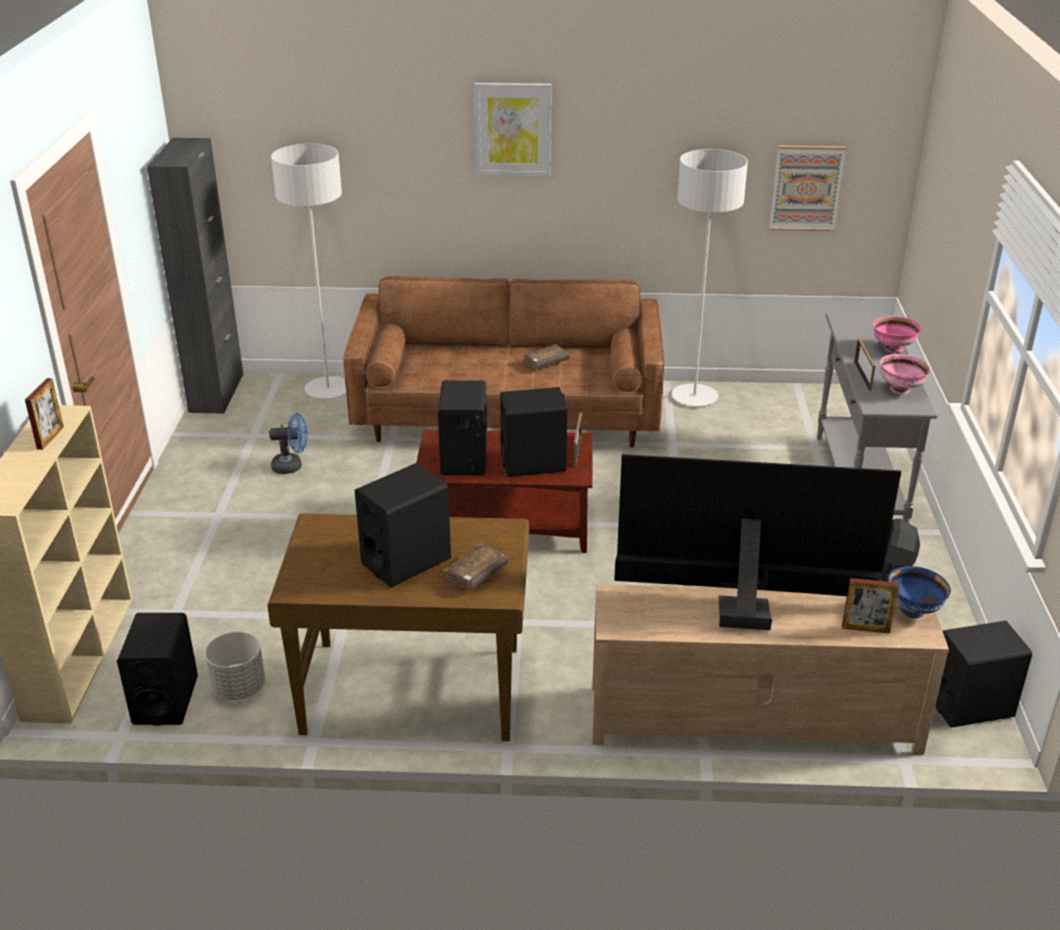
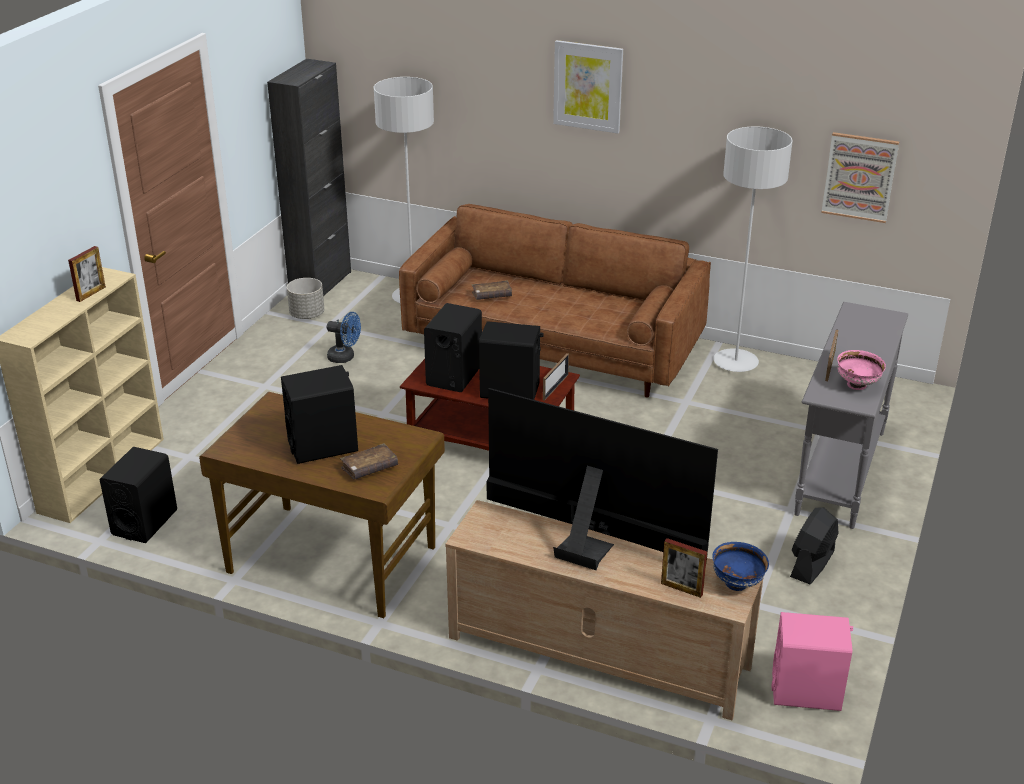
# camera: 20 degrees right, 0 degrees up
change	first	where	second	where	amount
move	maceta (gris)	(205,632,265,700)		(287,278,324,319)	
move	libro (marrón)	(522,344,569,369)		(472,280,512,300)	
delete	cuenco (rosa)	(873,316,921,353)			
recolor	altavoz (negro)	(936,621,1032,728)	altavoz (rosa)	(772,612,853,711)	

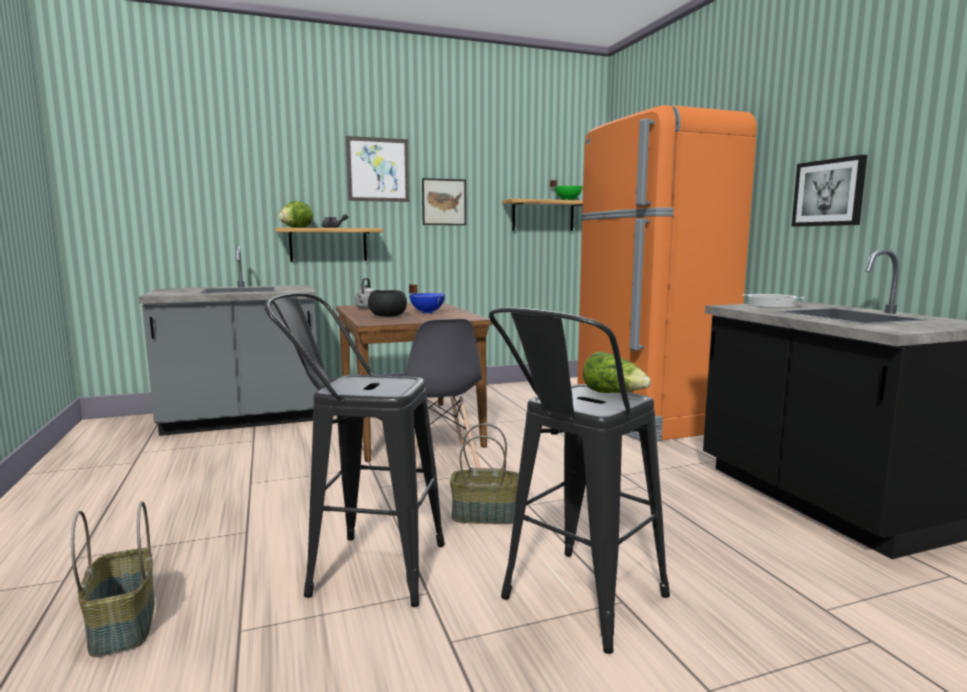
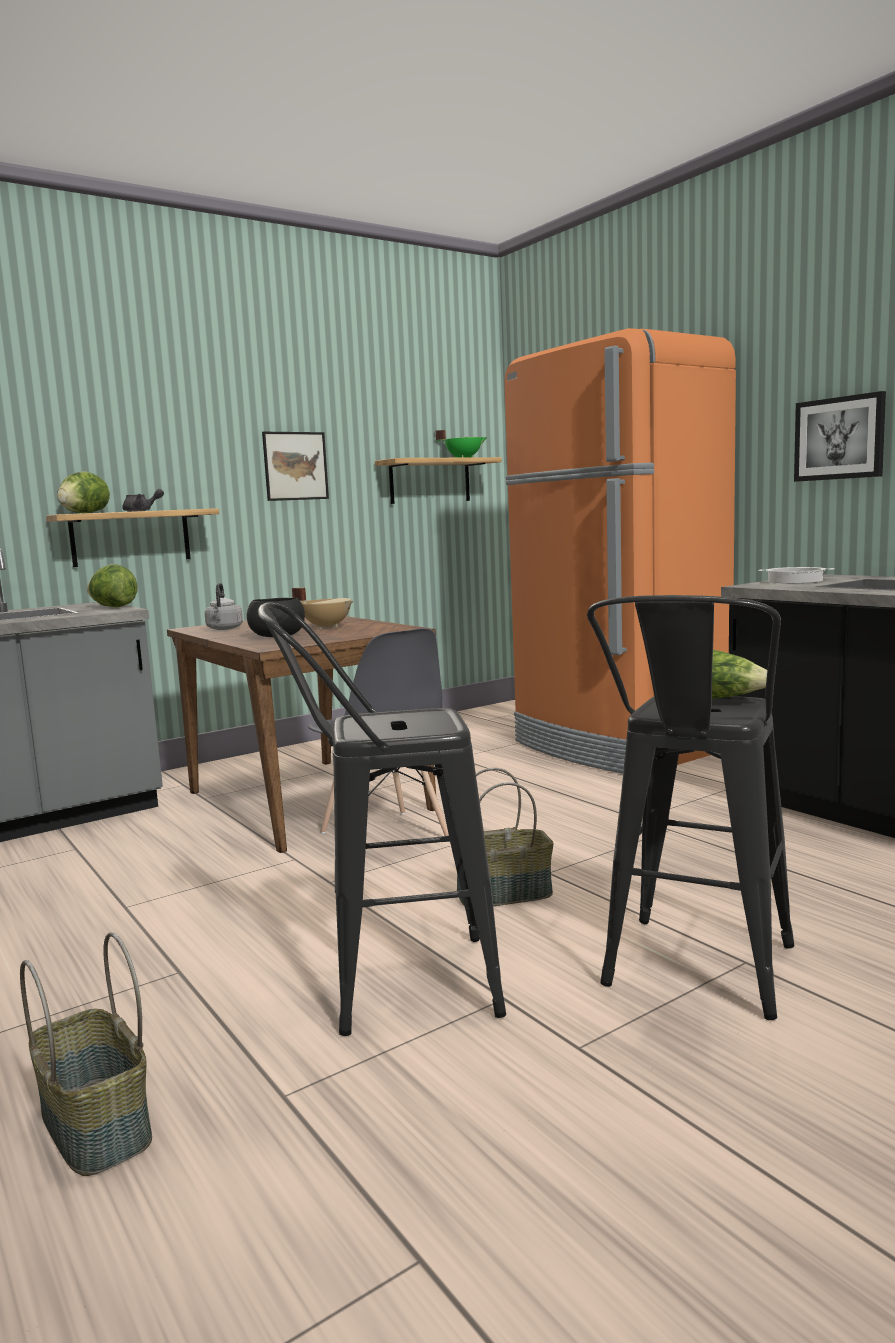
# camera: 15 degrees left, 0 degrees up
change	first	where	second	where	amount
delete	cuadro	(346,136,409,202)			
recolor	olla (azul)	(409,284,445,314)	olla (beis)	(292,588,353,629)	
insert			lechuga	(87,564,138,607)	

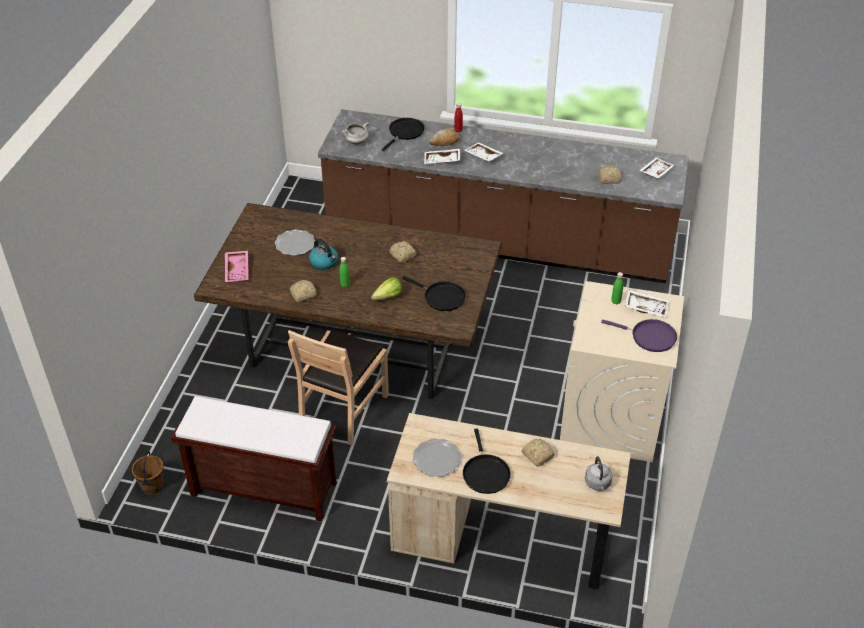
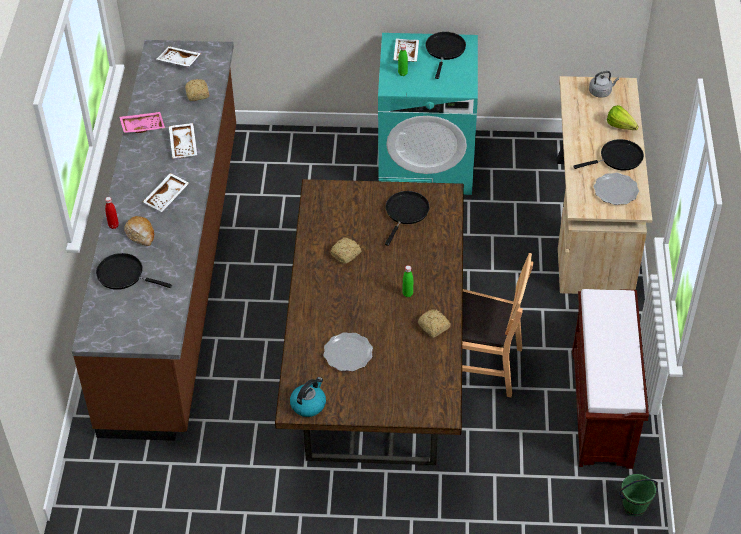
# camera: 100 degrees left, 5 degrees up
change	first	where	second	where	amount
recolor	cubo (marrón)	(132,452,164,495)	cubo (verde)	(619,474,658,517)	
move	bandeja (rosa)	(225,251,249,282)		(119,112,165,133)	
move	hervidor	(309,239,338,270)		(290,377,326,417)	
delete	olla (blanco)	(342,123,369,145)			
move	lechuga	(371,277,402,300)		(607,105,638,130)	
move	bandeja (blanco)	(424,149,460,164)		(169,123,197,159)	
delete	pan	(521,439,554,466)			
recolor	lavadora (beis)	(560,281,684,462)	lavadora (turquesa)	(378,33,478,195)	
recolor	sartén (morado)	(601,319,677,352)	sartén (negro)	(425,32,466,79)	

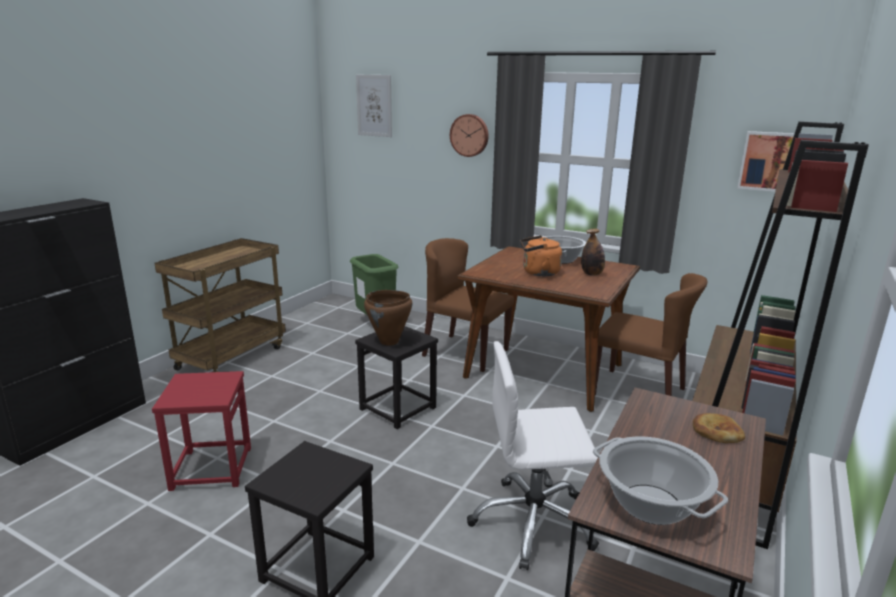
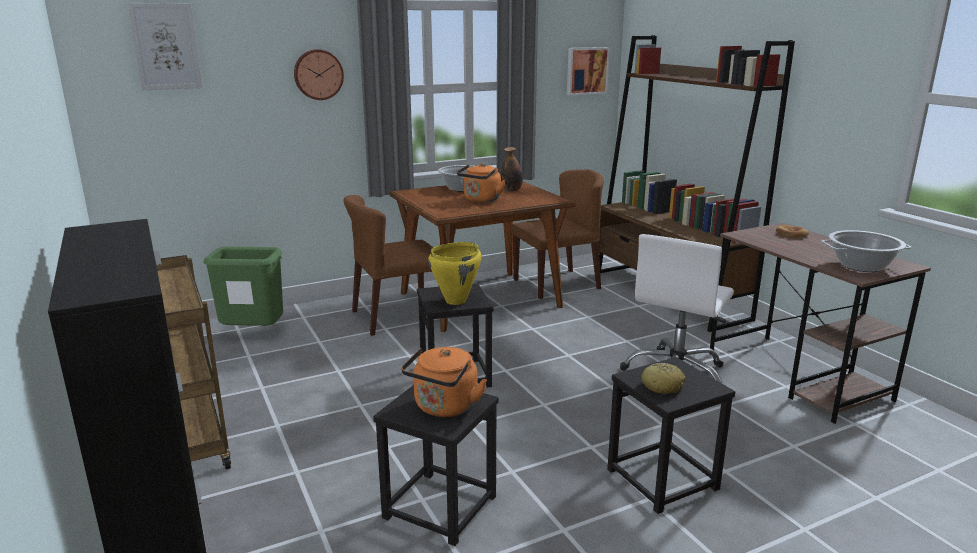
# camera: 55 degrees left, 0 degrees up
change	first	where	second	where	amount
recolor	taburete (rojo)	(152,371,251,491)	taburete (negro)	(373,385,499,546)	
recolor	olla (marrón)	(364,290,412,346)	olla (amarillo)	(428,242,481,305)	
insert			hervidor (naranja)	(401,347,487,417)	
insert			pan	(641,363,686,394)	

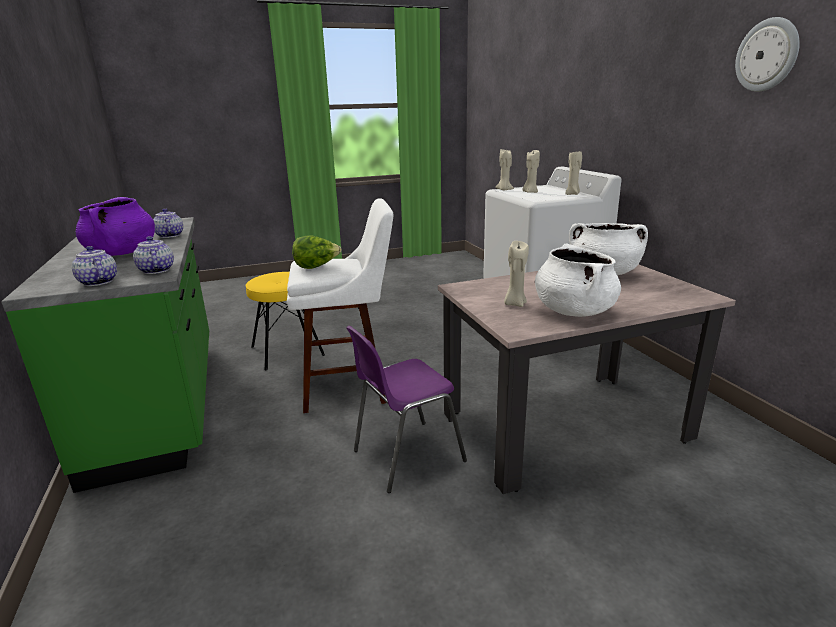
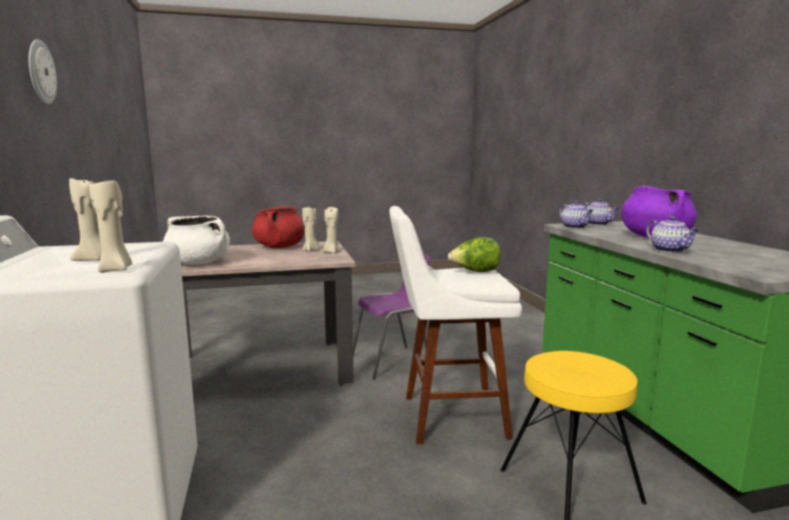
# camera: 175 degrees left, 10 degrees down
change	first	where	second	where	amount
recolor	olla (blanco)	(535,243,621,317)	olla (rojo)	(252,206,305,248)	
move	vela (beis)	(566,151,582,195)		(323,207,341,253)	

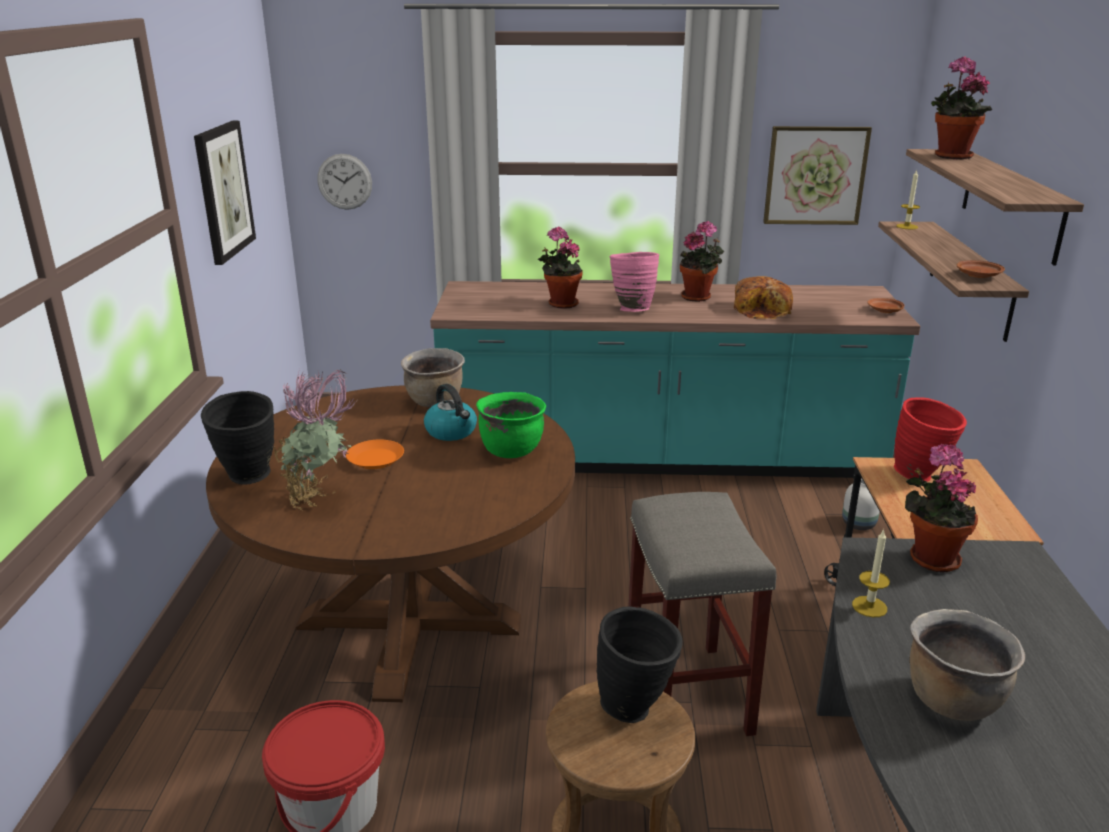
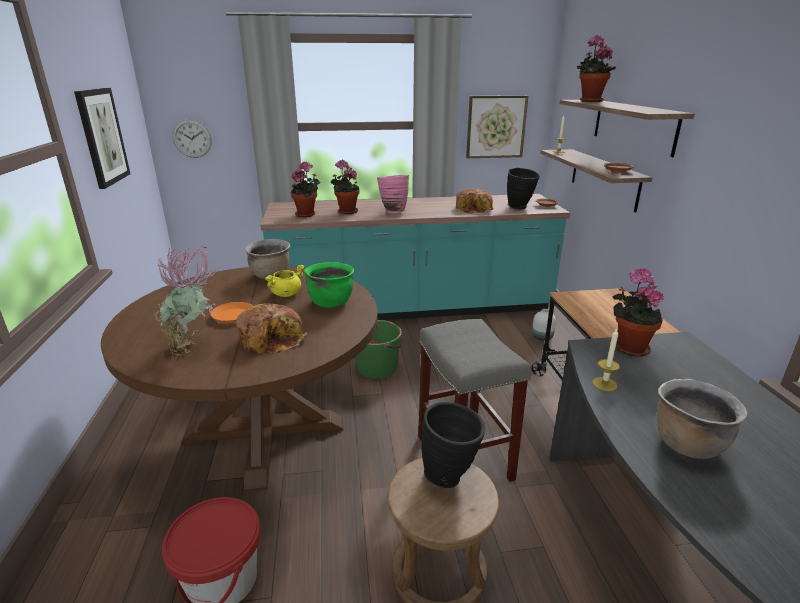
# camera: 10 degrees left, 0 degrees up
change	first	where	second	where	amount
move	florero (negro)	(201,391,274,485)		(507,168,540,210)	
replace	hervidor	(424,384,477,441)	olla (amarillo)	(265,265,305,297)	
move	planta en maceta	(680,221,724,302)		(291,161,320,217)	
delete	florero (rojo)	(894,397,967,482)			
insert			pan	(236,303,308,355)	
insert			cubo (verde)	(355,320,403,379)	

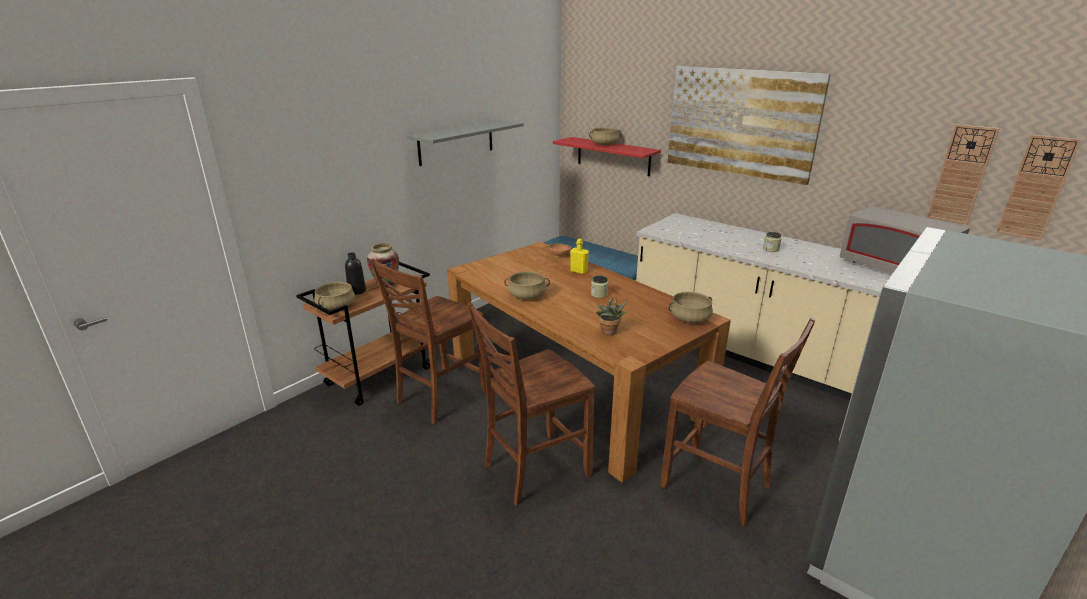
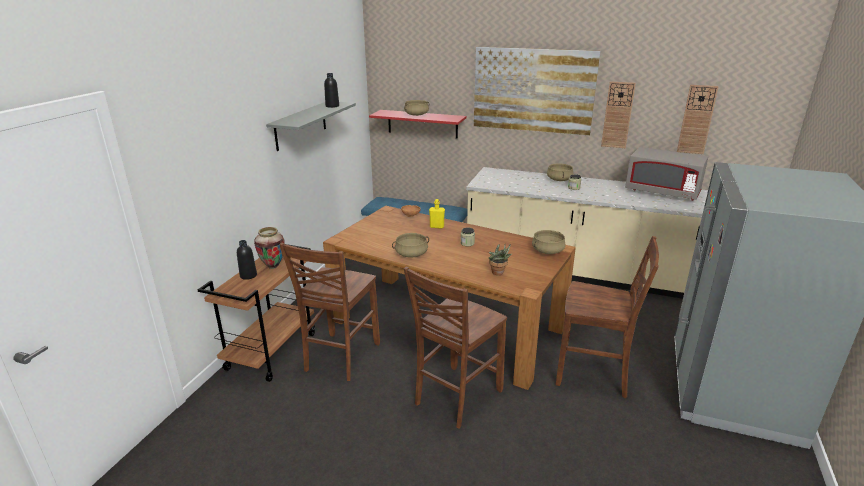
# camera: 20 degrees left, 0 degrees up
change	first	where	second	where	amount
move	olla (beis)	(314,282,355,310)		(547,163,574,181)	
move	reloj de pared	(996,135,1081,241)		(601,81,636,148)	
insert			botella (negro)	(324,73,339,108)	

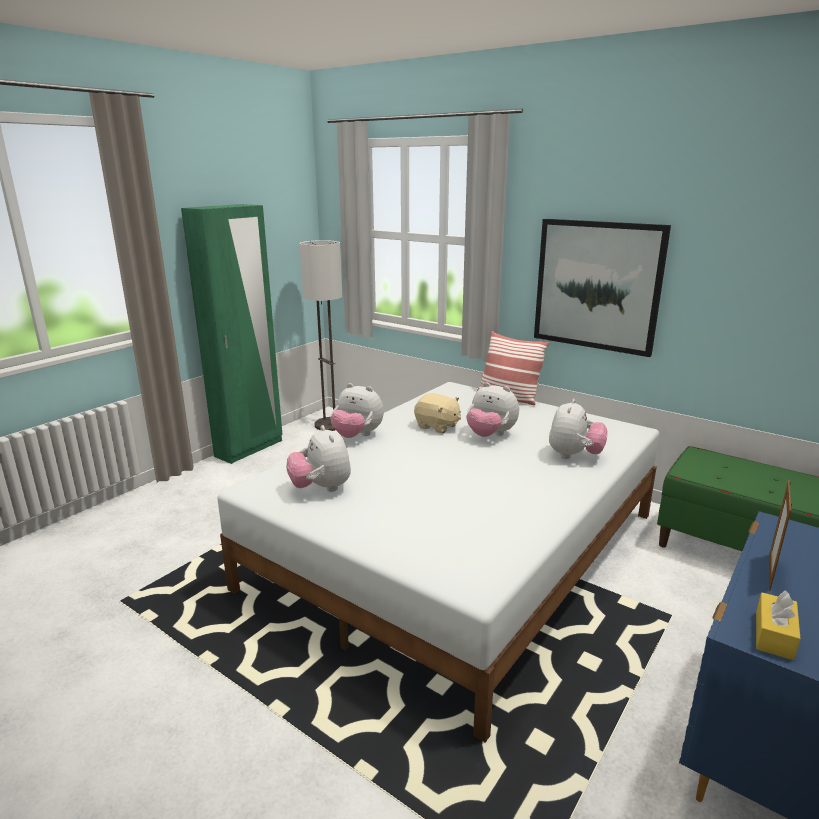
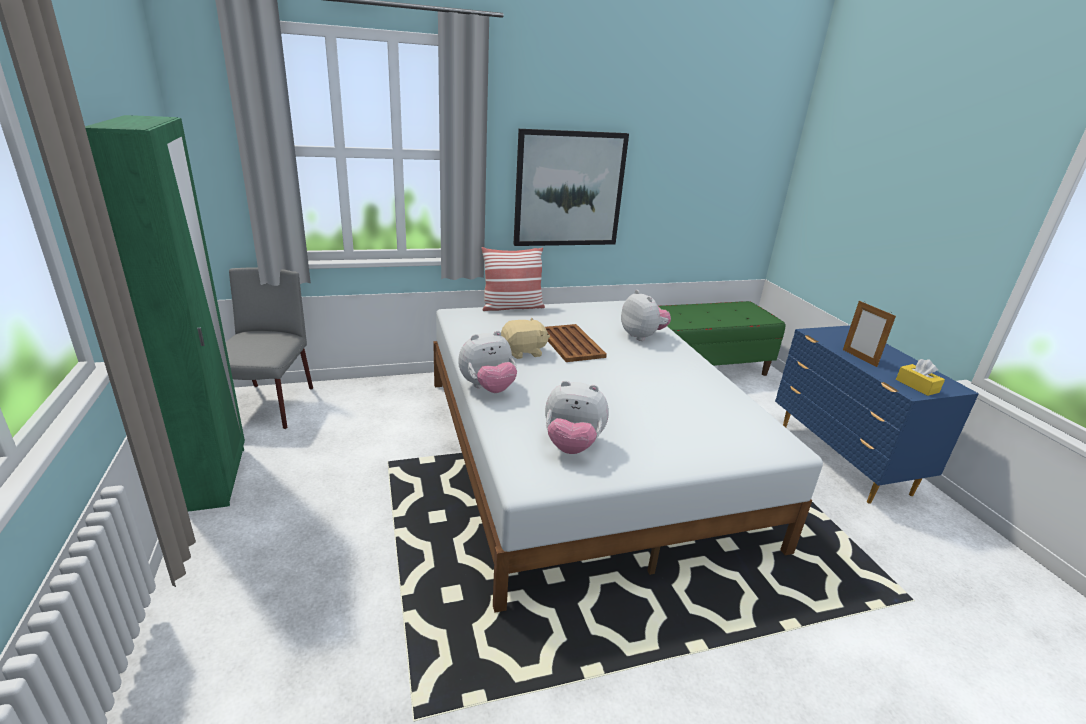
# camera: 55 degrees left, 5 degrees up
change	first	where	second	where	amount
replace	lámpara de pie	(299,240,342,431)	silla (gris)	(225,267,313,429)	
replace	peluche	(466,382,519,437)	bandeja (marrón)	(545,324,607,362)	

